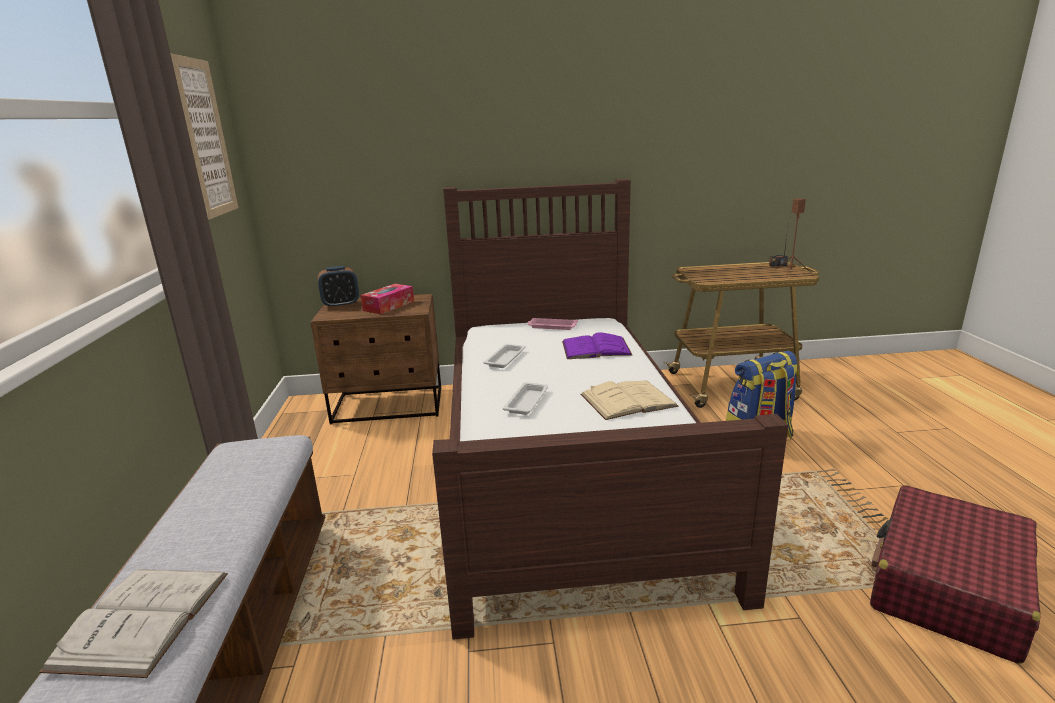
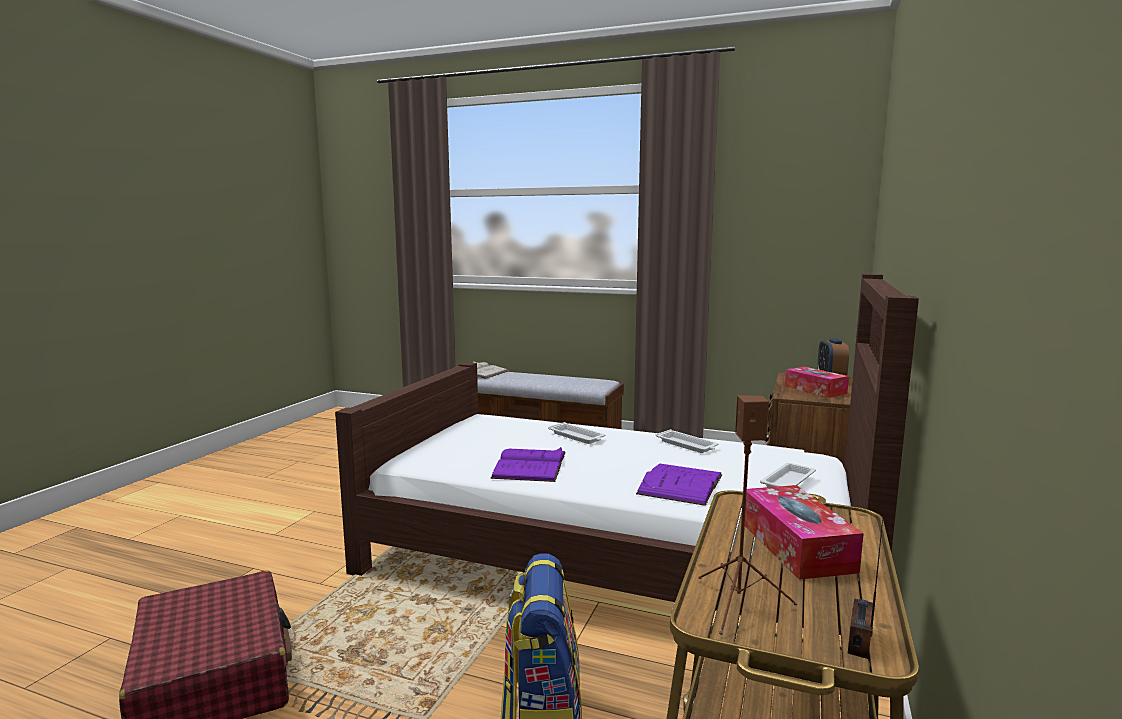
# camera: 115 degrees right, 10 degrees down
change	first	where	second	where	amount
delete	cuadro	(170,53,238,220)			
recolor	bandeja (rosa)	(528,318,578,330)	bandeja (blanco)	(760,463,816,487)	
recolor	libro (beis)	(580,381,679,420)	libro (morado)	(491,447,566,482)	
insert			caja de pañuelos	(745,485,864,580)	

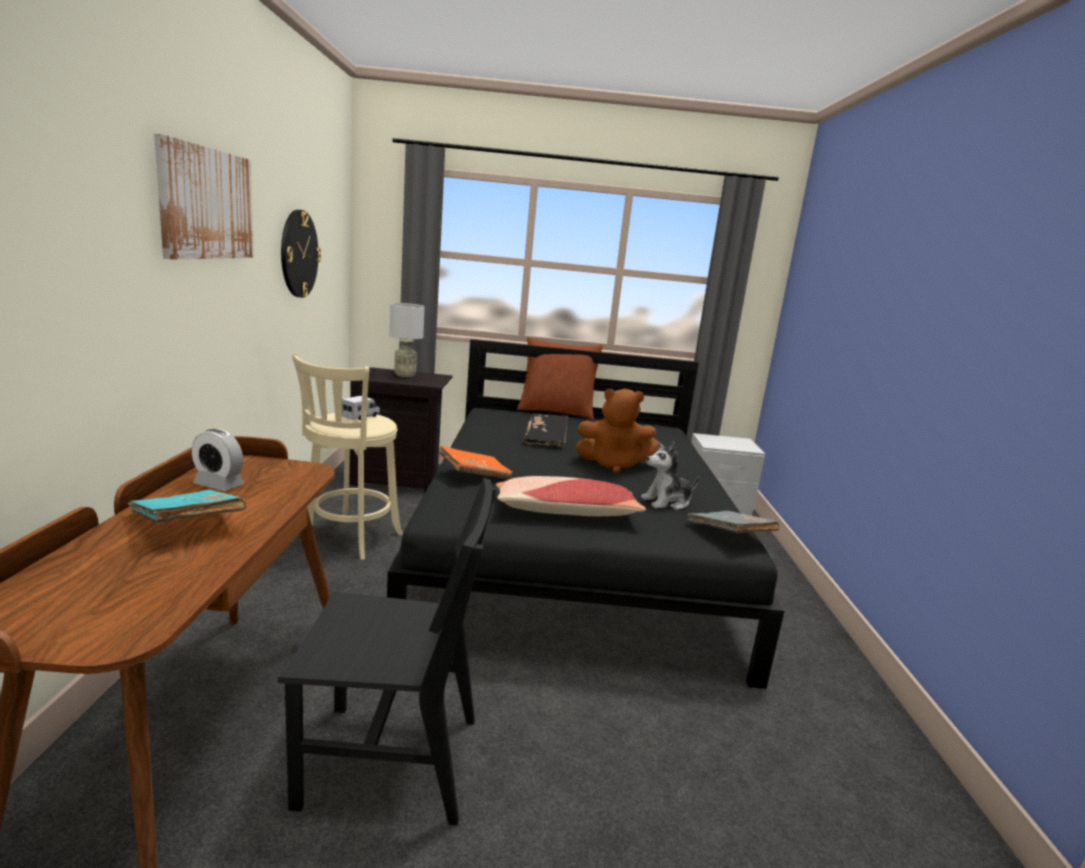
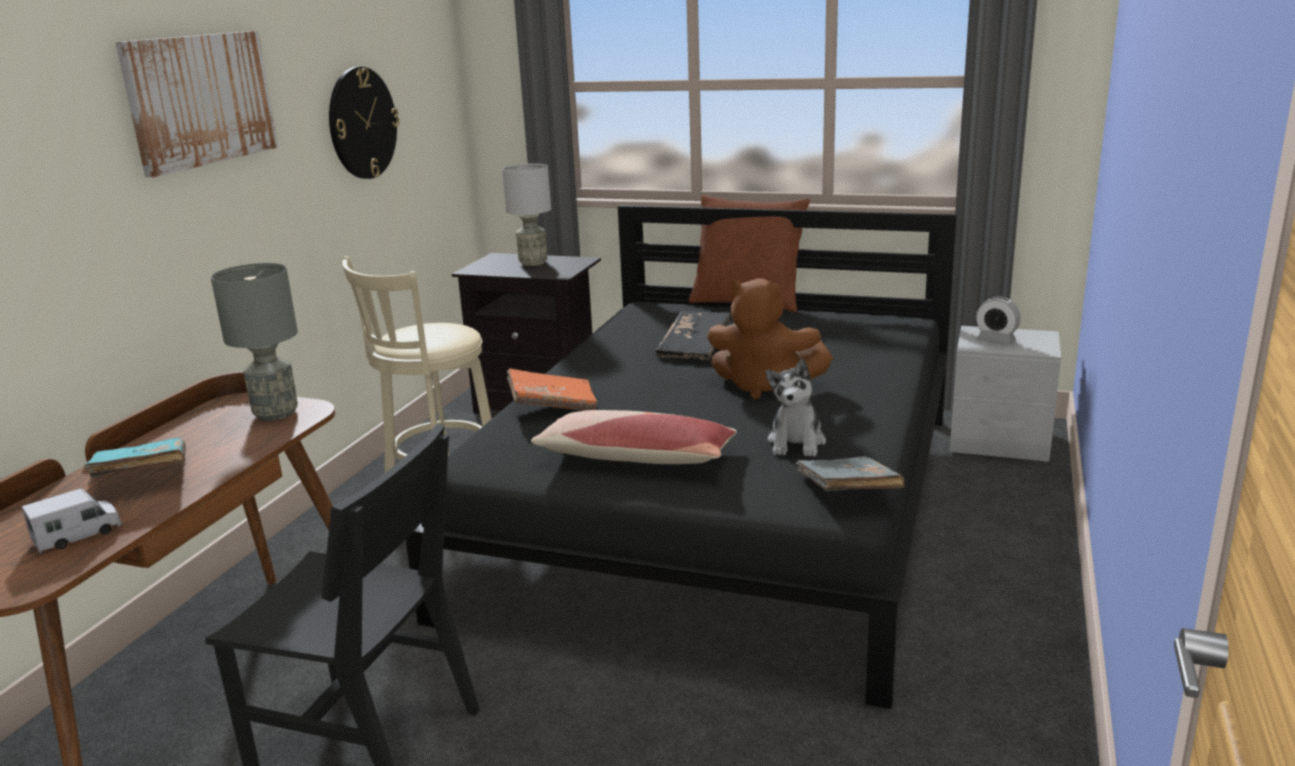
# camera: 20 degrees right, 5 degrees up
change	first	where	second	where	amount
move	despertador	(192,429,244,491)		(976,297,1021,345)	
move	camión de juguete	(342,396,380,420)		(22,488,122,553)	
rotate	peluche	(641,441,699,510)		(766,359,826,457)	75 degrees counterclockwise
insert			lámpara de mesa (gris)	(211,263,298,421)	

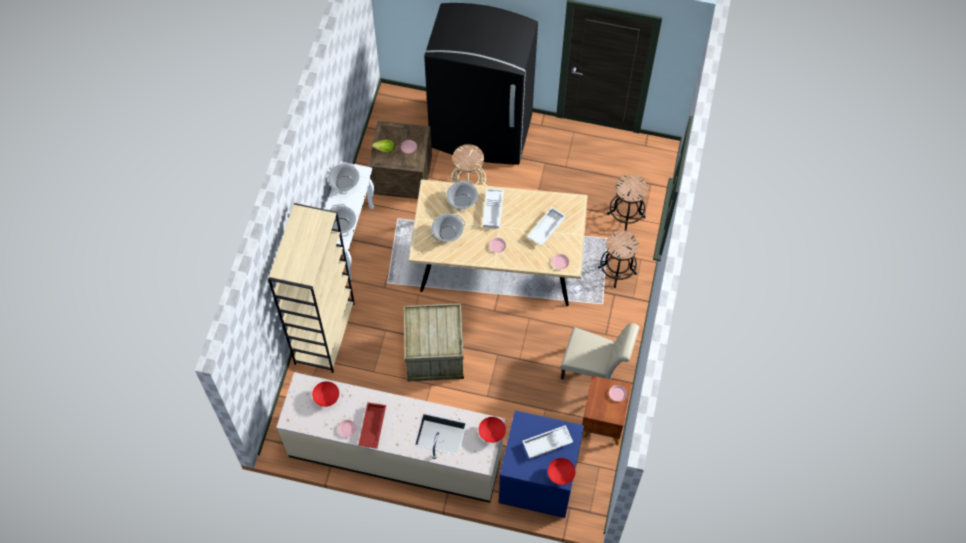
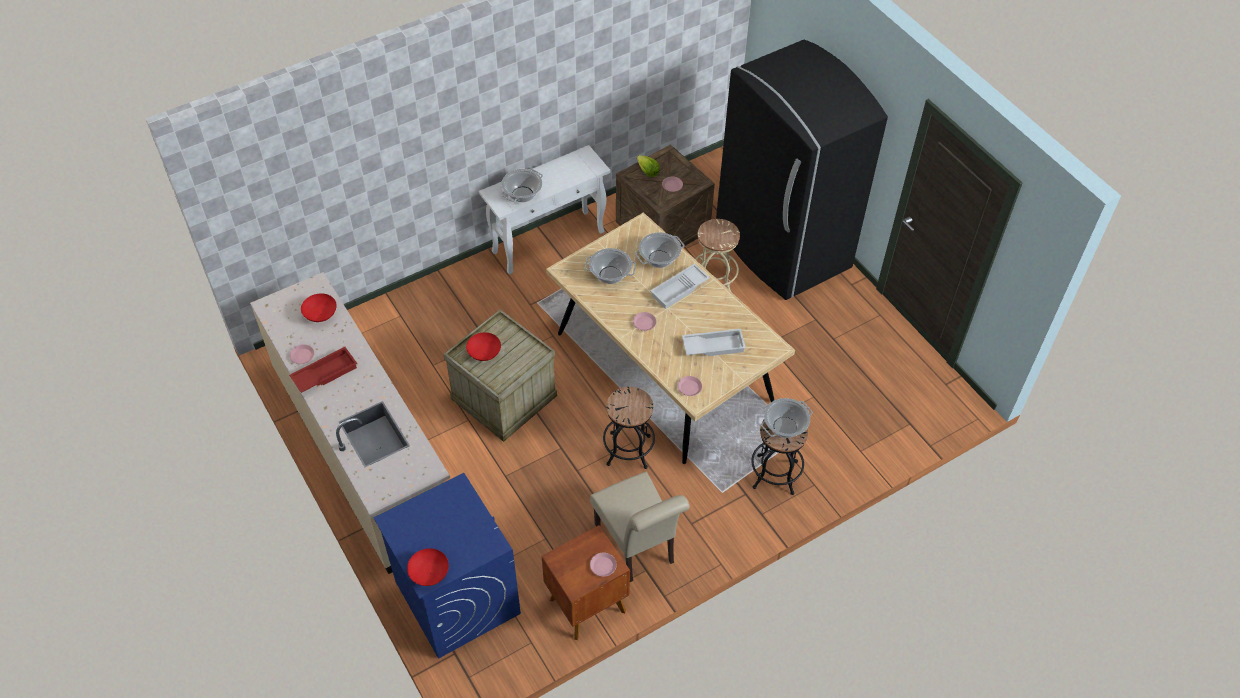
# camera: 45 degrees right, 10 degrees down
change	first	where	second	where	amount
delete	estantería (beis)	(268,203,355,373)			
move	olla	(328,162,359,194)		(761,398,813,438)	
move	cuenco (rojo)	(479,417,506,443)		(466,332,501,361)	
delete	bandeja (blanco)	(522,425,573,459)			
move	taburete (negro)	(607,174,648,231)		(603,387,655,469)	

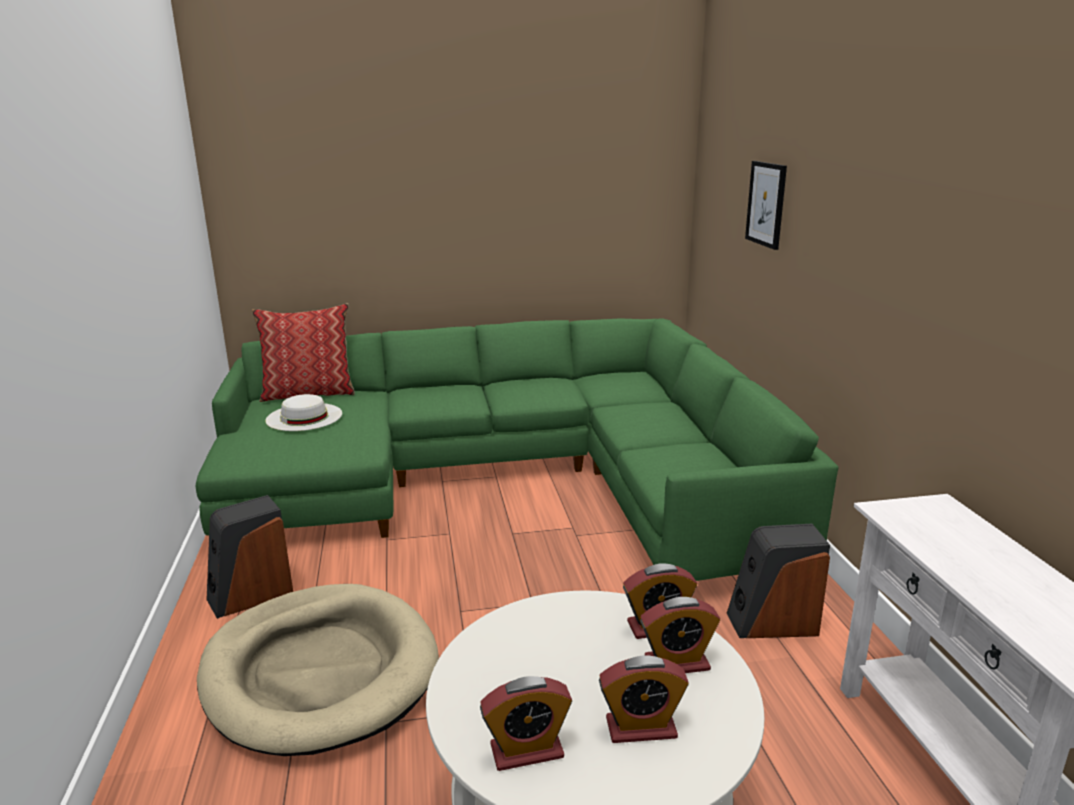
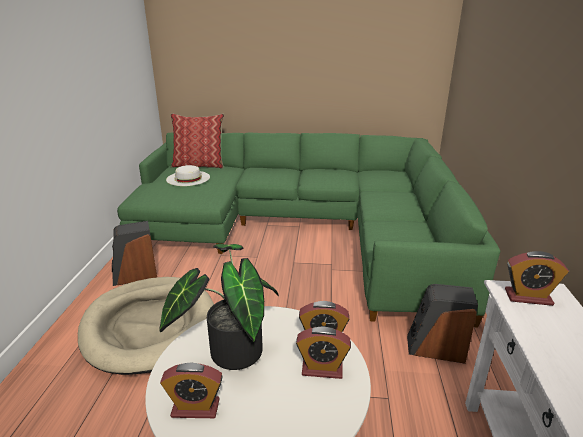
# camera: 15 degrees right, 5 degrees up
change	first	where	second	where	amount
move	despertador	(599,655,689,743)		(505,251,569,306)	
delete	cuadro	(745,161,787,250)			
insert			planta en maceta	(159,244,279,370)	

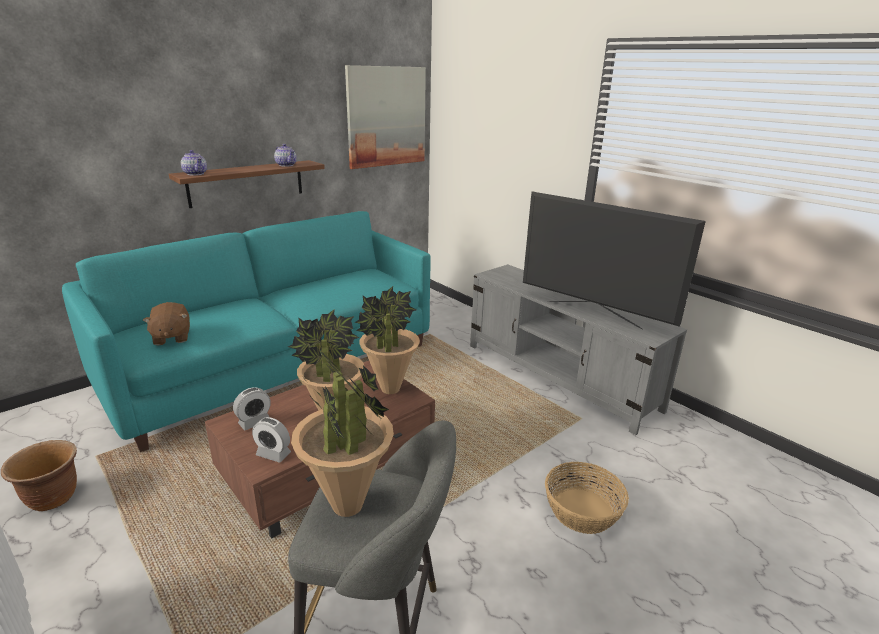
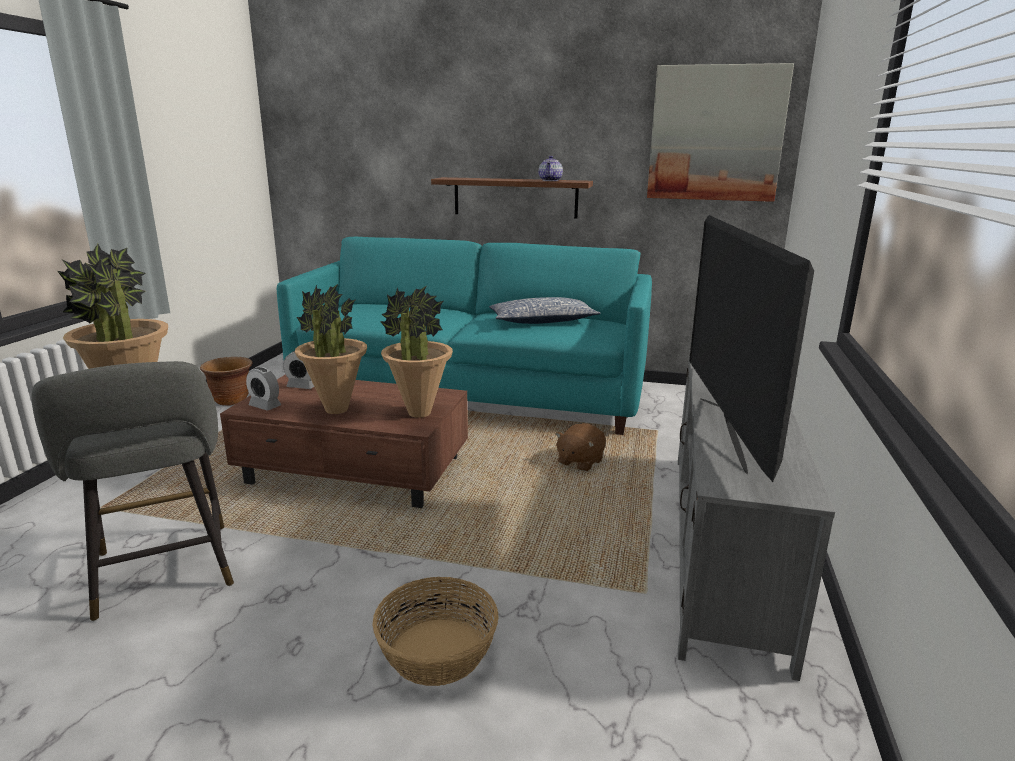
# camera: 55 degrees right, 5 degrees down
change	first	where	second	where	amount
move	peluche (marrón)	(143,302,190,345)		(555,423,606,471)	
delete	tetera	(181,150,207,175)			
rotate	despertador	(252,417,291,463)		(246,367,281,410)	45 degrees counterclockwise
insert			cojín	(489,297,600,324)	

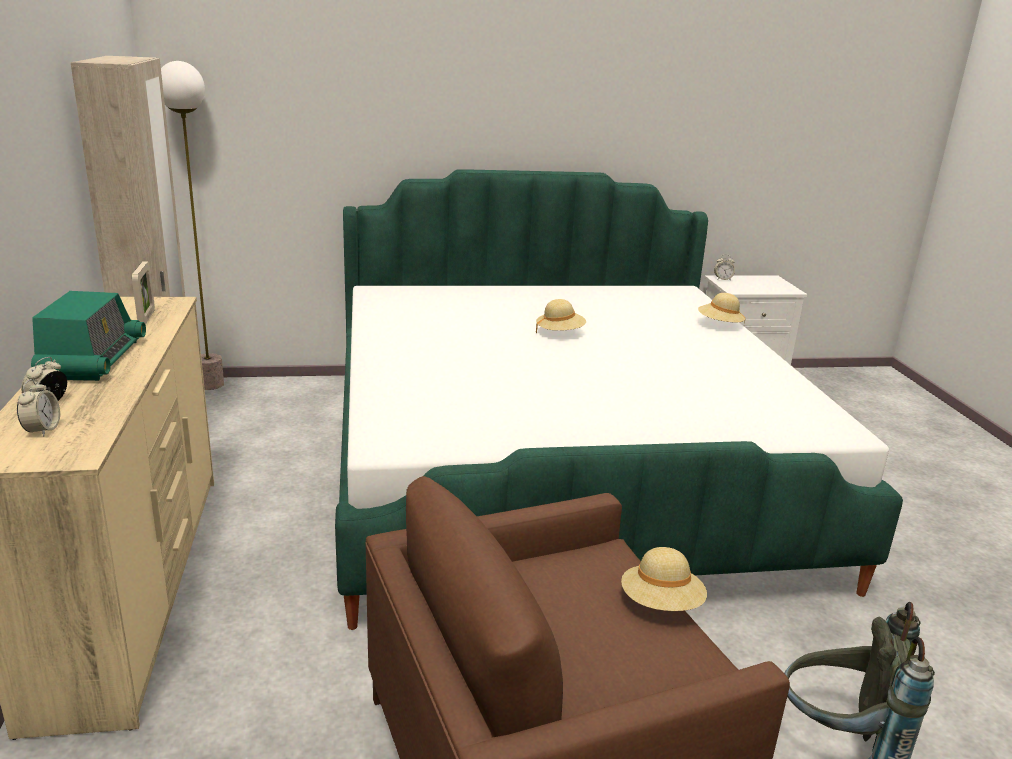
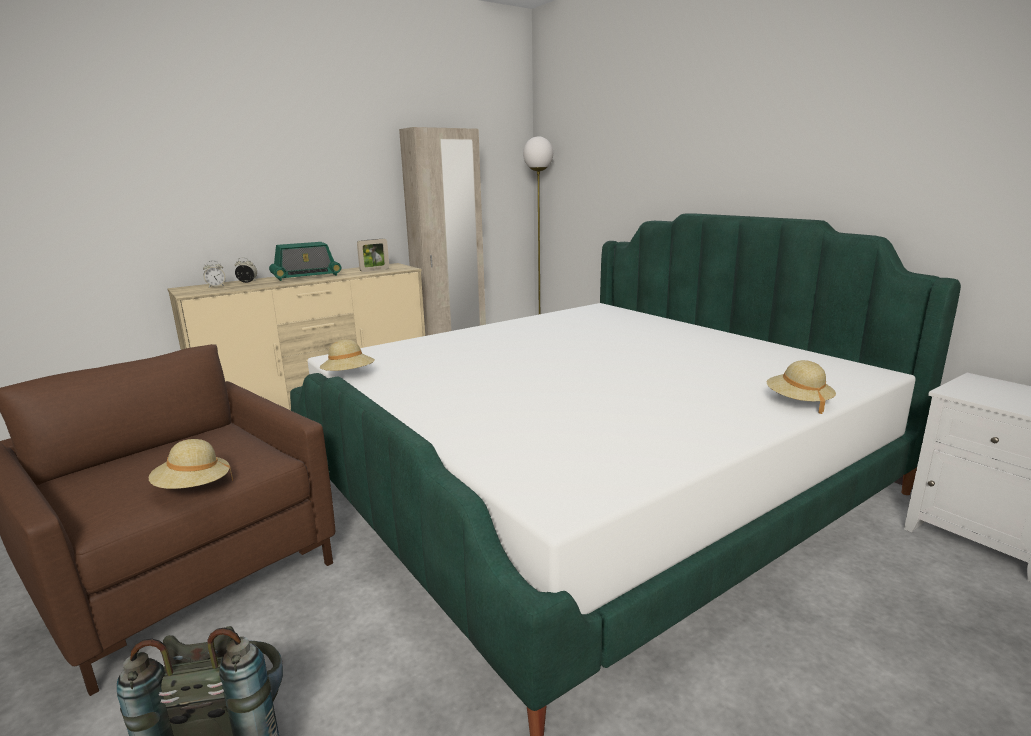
# camera: 65 degrees right, 5 degrees down
change	first	where	second	where	amount
move	sombrero (beis)	(536,299,586,333)		(320,339,375,371)	
delete	despertador	(714,254,735,281)			

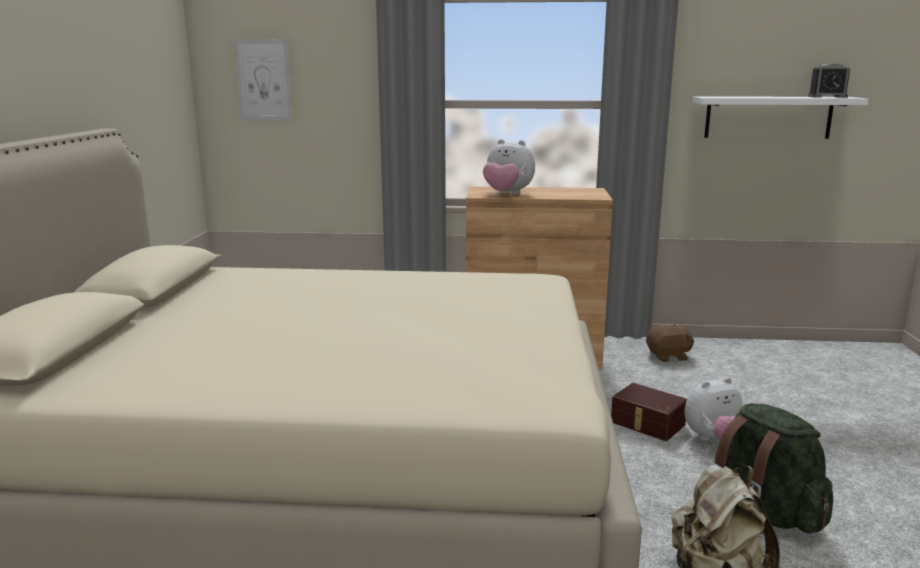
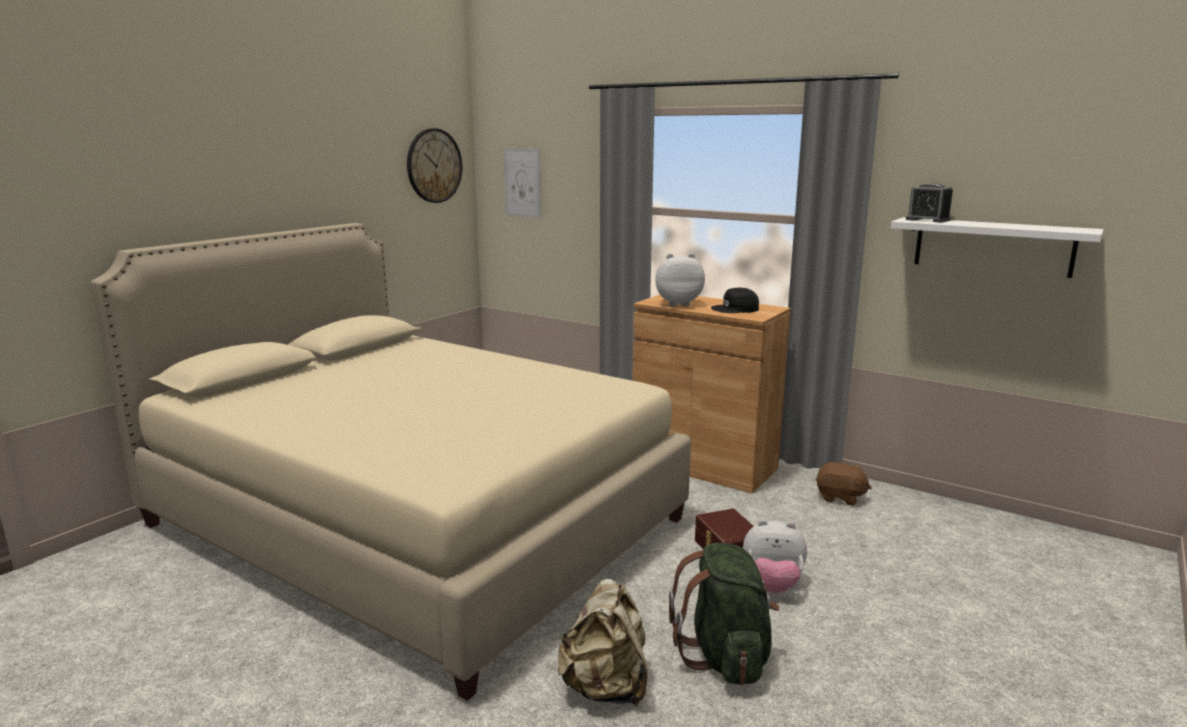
# camera: 30 degrees right, 0 degrees up
change	first	where	second	where	amount
rotate	peluche	(483,139,535,194)		(655,253,705,306)	120 degrees clockwise
move	despertador	(808,64,850,98)		(906,183,953,223)	
insert			reloj de pared	(407,128,462,203)	
insert			gorra (negro)	(711,288,759,313)	

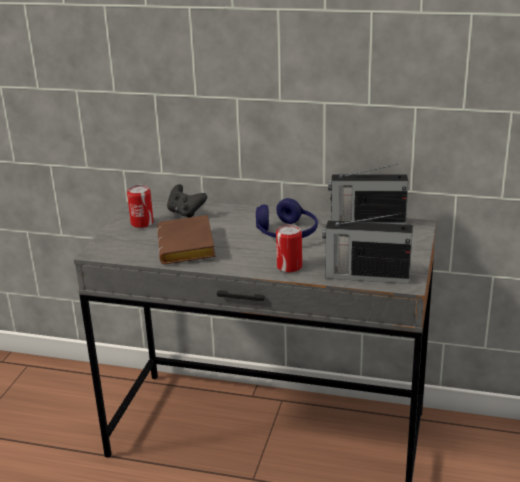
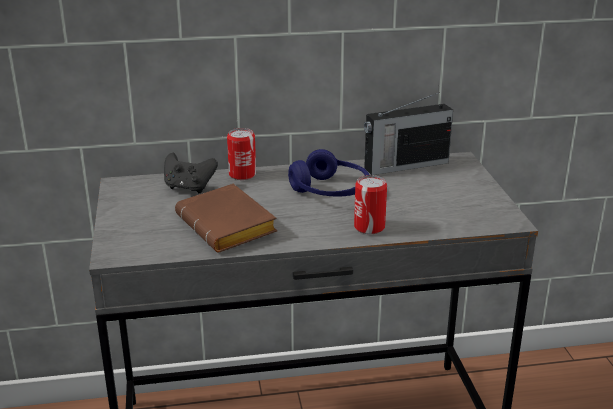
# camera: 25 degrees left, 0 degrees up
change	first	where	second	where	amount
move	lata	(127,185,153,228)		(227,128,256,180)	
delete	radio	(322,213,413,284)			

